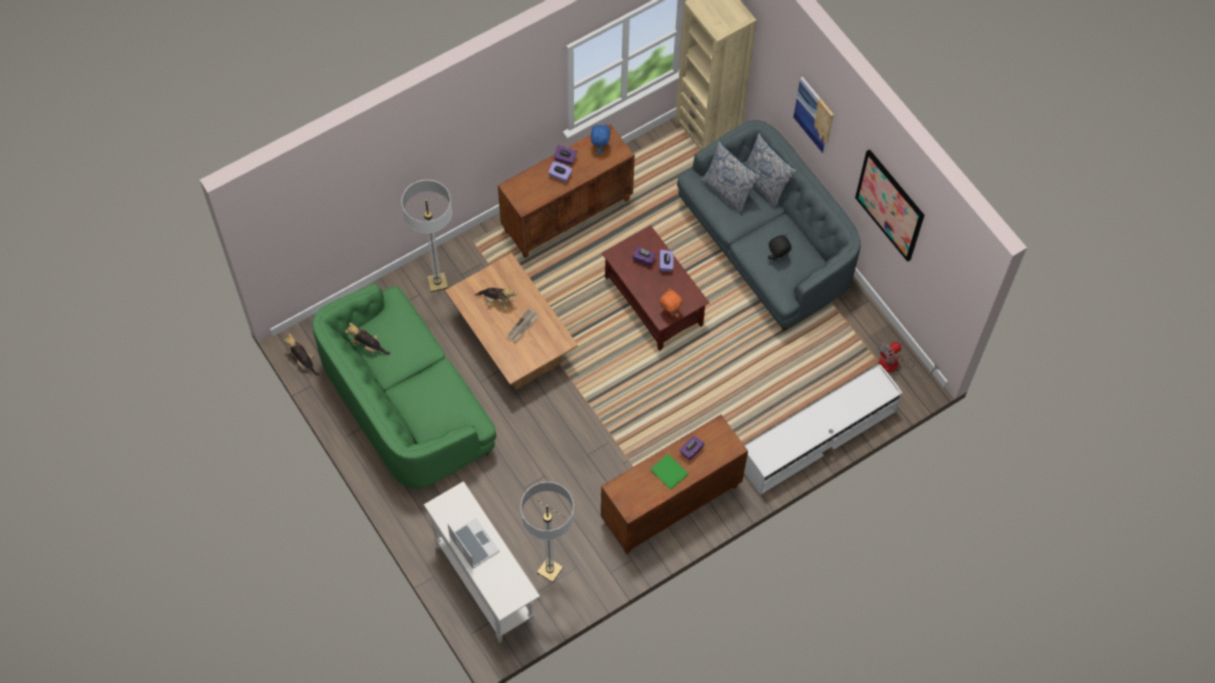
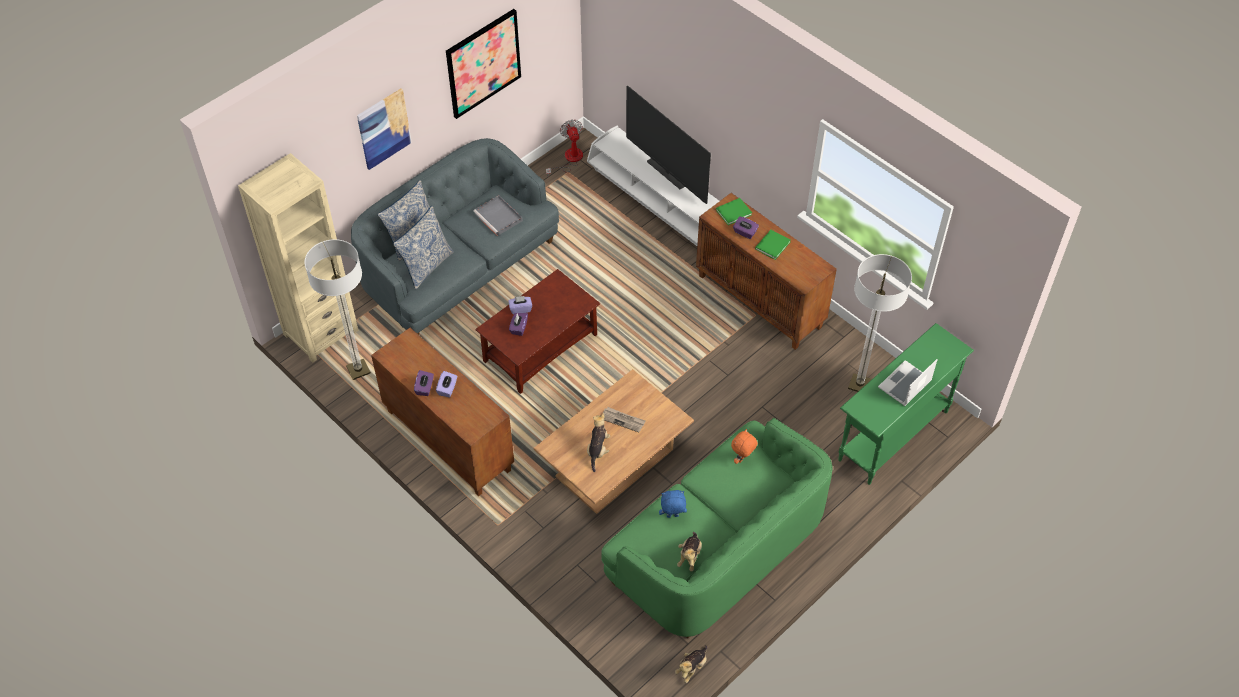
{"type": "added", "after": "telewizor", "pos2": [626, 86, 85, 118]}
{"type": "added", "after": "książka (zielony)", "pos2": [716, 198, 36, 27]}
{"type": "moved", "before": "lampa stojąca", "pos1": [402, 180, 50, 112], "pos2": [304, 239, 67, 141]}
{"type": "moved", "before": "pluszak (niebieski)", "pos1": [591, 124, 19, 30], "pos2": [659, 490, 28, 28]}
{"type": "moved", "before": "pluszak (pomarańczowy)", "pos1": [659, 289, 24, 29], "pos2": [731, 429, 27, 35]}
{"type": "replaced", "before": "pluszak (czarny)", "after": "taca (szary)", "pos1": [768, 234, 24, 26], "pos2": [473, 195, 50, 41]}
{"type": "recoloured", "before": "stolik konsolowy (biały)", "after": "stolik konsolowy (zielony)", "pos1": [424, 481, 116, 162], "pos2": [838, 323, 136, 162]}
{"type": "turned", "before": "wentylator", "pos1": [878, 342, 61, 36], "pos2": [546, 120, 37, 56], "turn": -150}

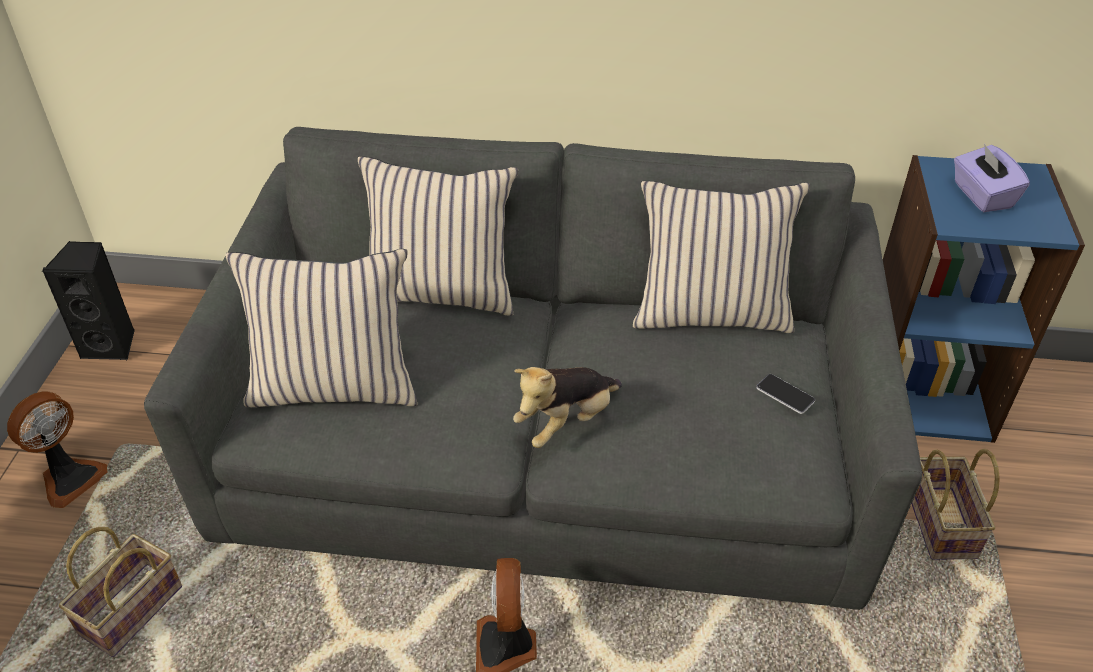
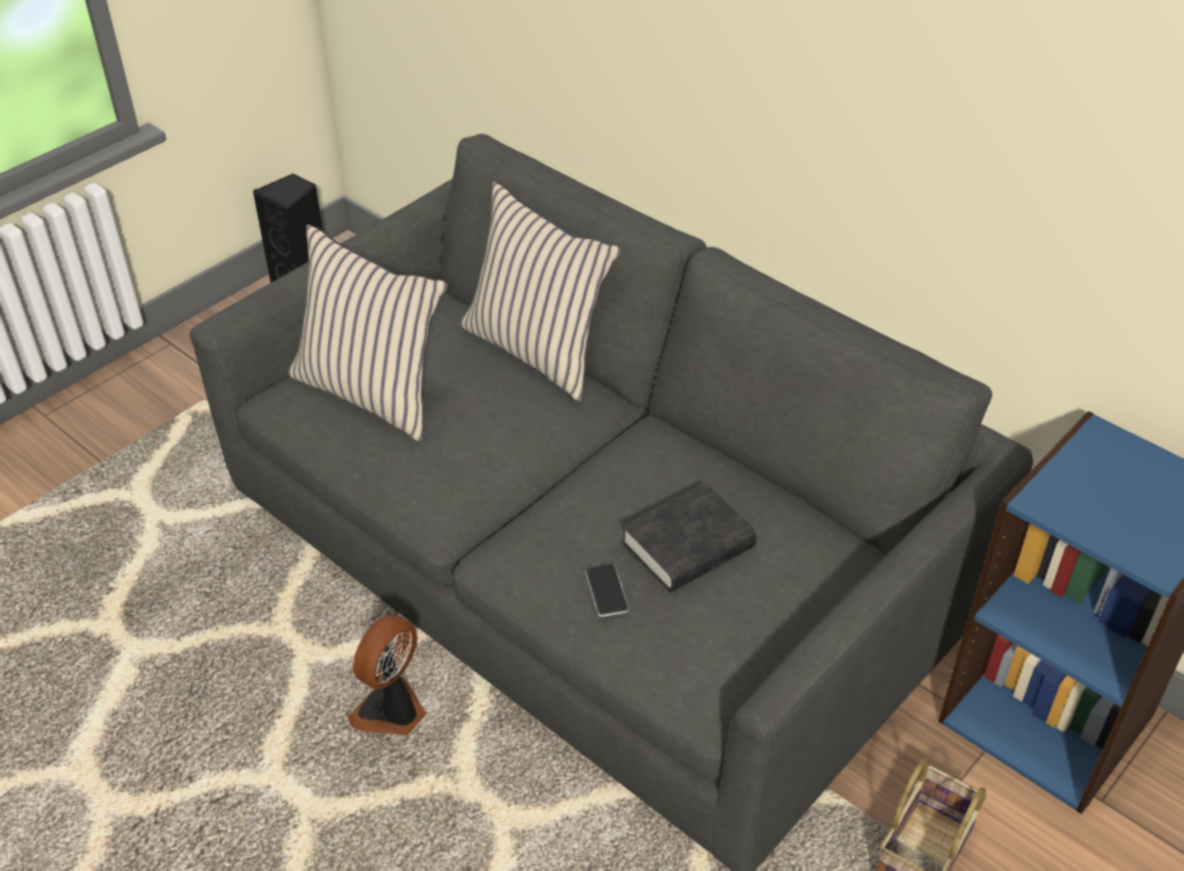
{"type": "removed", "before": "wentylator", "pos1": [7, 391, 101, 117]}
{"type": "removed", "before": "koszyk", "pos1": [59, 527, 123, 130]}
{"type": "removed", "before": "pluszak", "pos1": [513, 367, 109, 81]}
{"type": "removed", "before": "poduszka (beżowy)", "pos1": [633, 181, 177, 152]}
{"type": "removed", "before": "pudełko chusteczek (fioletowy)", "pos1": [954, 143, 76, 69]}
{"type": "added", "after": "książka (czarny)", "pos2": [622, 483, 135, 109]}
{"type": "moved", "before": "telefon", "pos1": [756, 374, 59, 40], "pos2": [585, 563, 44, 54]}

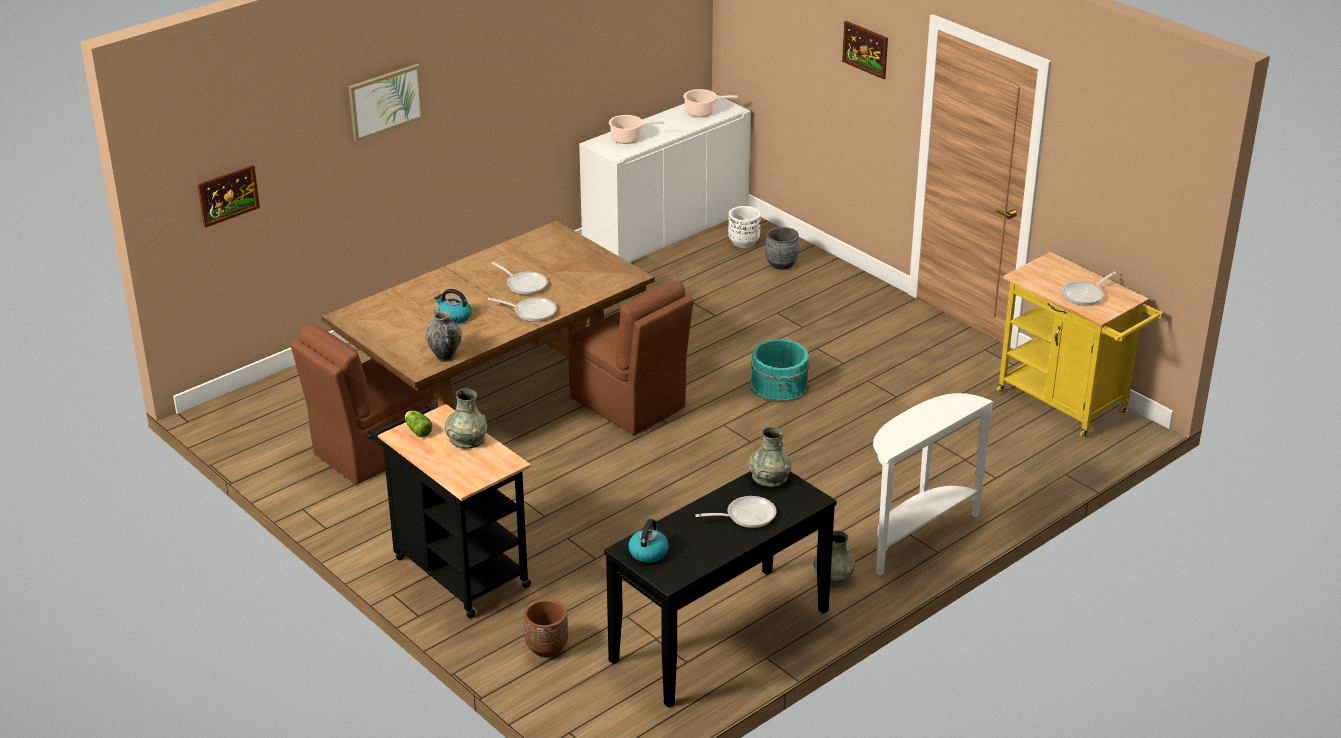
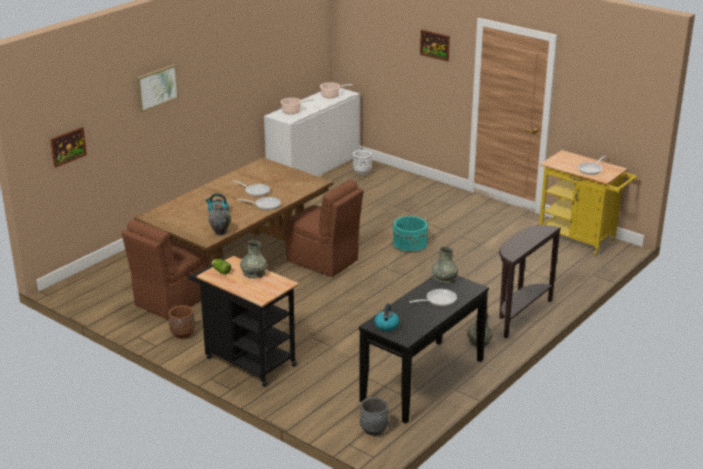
{"type": "moved", "before": "donica (brązowy)", "pos1": [524, 599, 44, 58], "pos2": [168, 305, 27, 34]}
{"type": "moved", "before": "donica (szary)", "pos1": [766, 227, 33, 43], "pos2": [360, 397, 29, 39]}
{"type": "recoloured", "before": "stolik konsolowy (biały)", "after": "stolik konsolowy (brązowy)", "pos1": [873, 393, 122, 183], "pos2": [499, 225, 62, 113]}

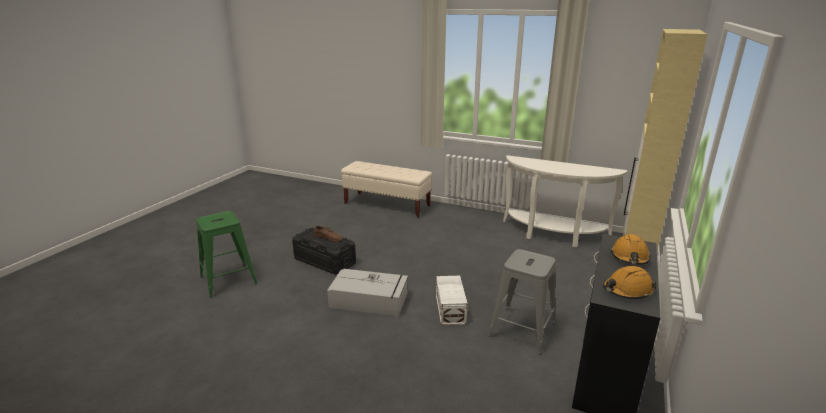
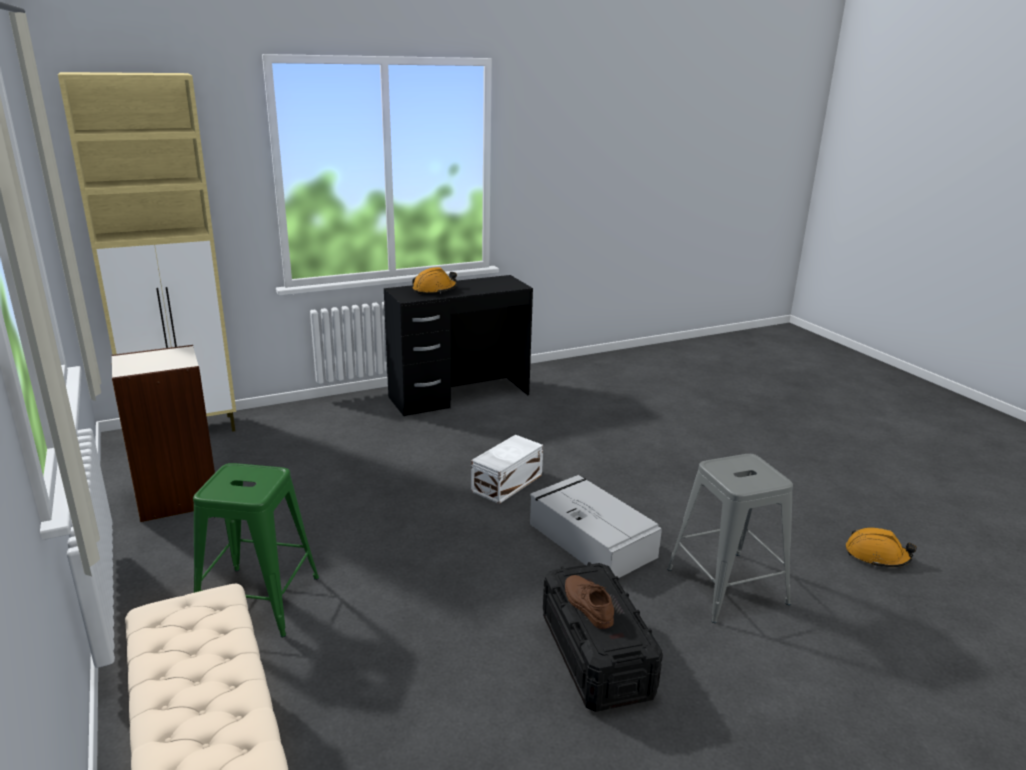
{"type": "moved", "before": "stołek (zielony)", "pos1": [196, 211, 62, 87], "pos2": [193, 463, 126, 174]}
{"type": "moved", "before": "stołek (szary)", "pos1": [488, 249, 68, 105], "pos2": [667, 454, 126, 169]}
{"type": "moved", "before": "kask (pomarańczowy)", "pos1": [603, 266, 53, 33], "pos2": [846, 527, 71, 40]}
{"type": "replaced", "before": "stolik konsolowy (biały)", "after": "regał", "pos1": [503, 155, 125, 93], "pos2": [111, 345, 104, 177]}

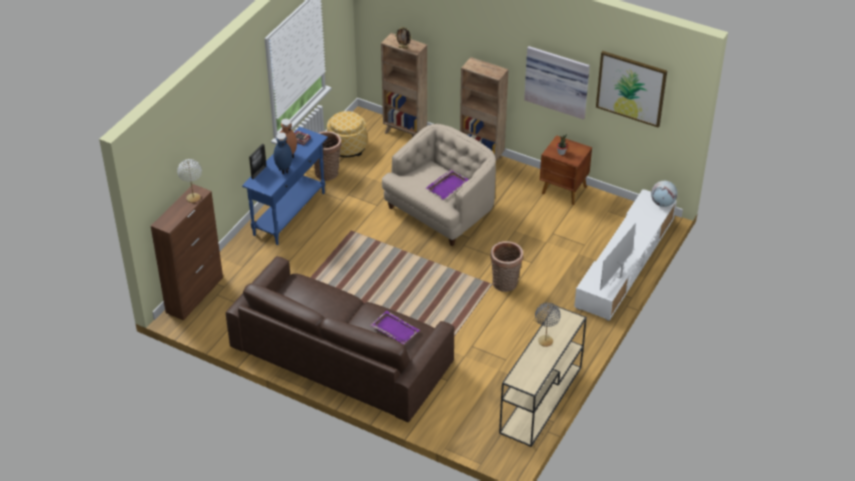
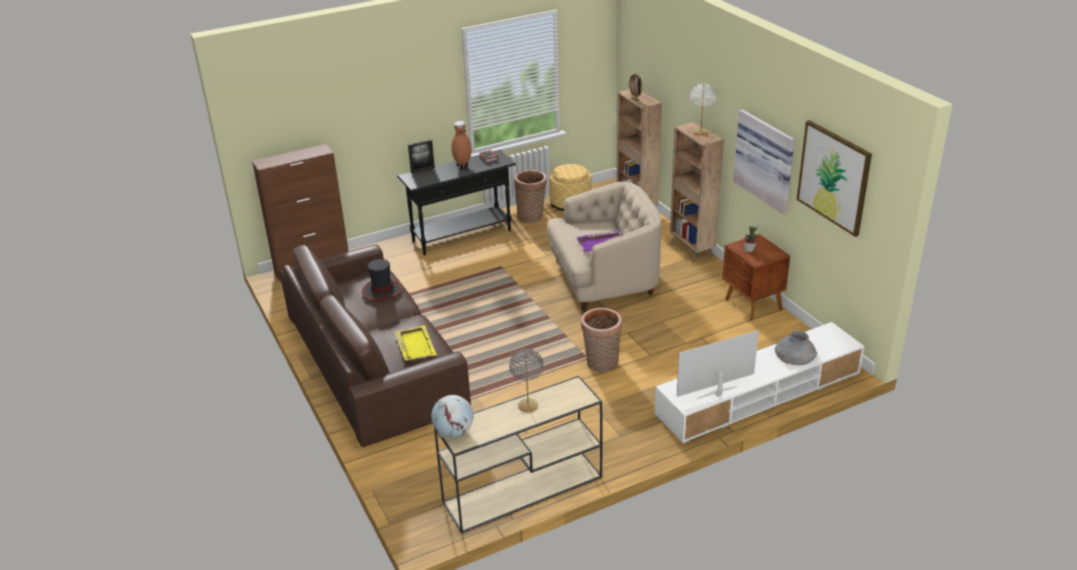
{"type": "removed", "before": "wazon (niebieski)", "pos1": [274, 132, 18, 42]}
{"type": "added", "after": "kapelusz", "pos2": [362, 259, 41, 42]}
{"type": "added", "after": "wazon (szary)", "pos2": [775, 330, 42, 35]}
{"type": "moved", "before": "lampa stołowa (biały)", "pos1": [177, 159, 25, 44], "pos2": [690, 84, 26, 52]}
{"type": "moved", "before": "globus", "pos1": [651, 181, 27, 26], "pos2": [431, 395, 43, 42]}
{"type": "recoloured", "before": "stolik konsolowy (niebieski)", "after": "stolik konsolowy (czarny)", "pos1": [242, 127, 86, 118], "pos2": [397, 150, 119, 105]}
{"type": "recoloured", "before": "taca (fioletowy)", "after": "taca (żółty)", "pos1": [370, 311, 50, 33], "pos2": [394, 325, 43, 35]}

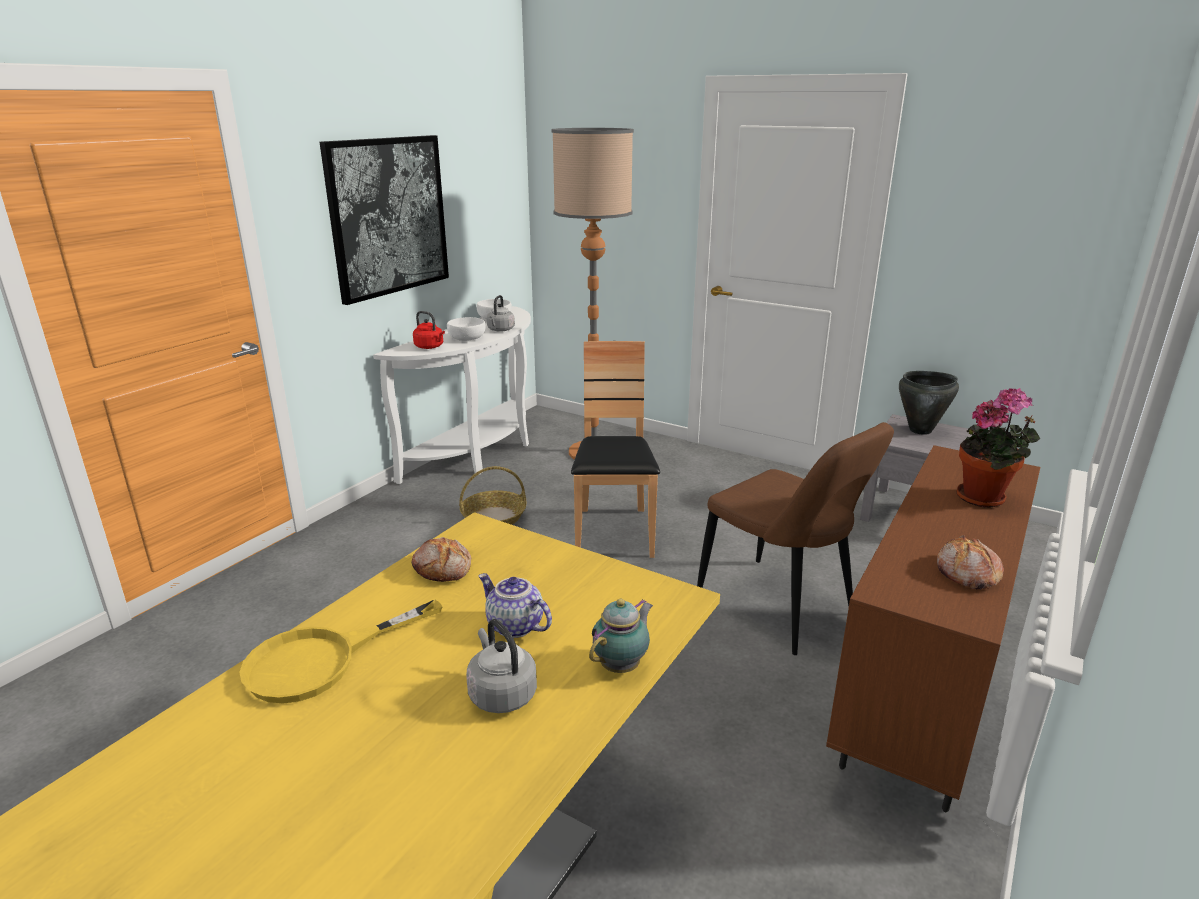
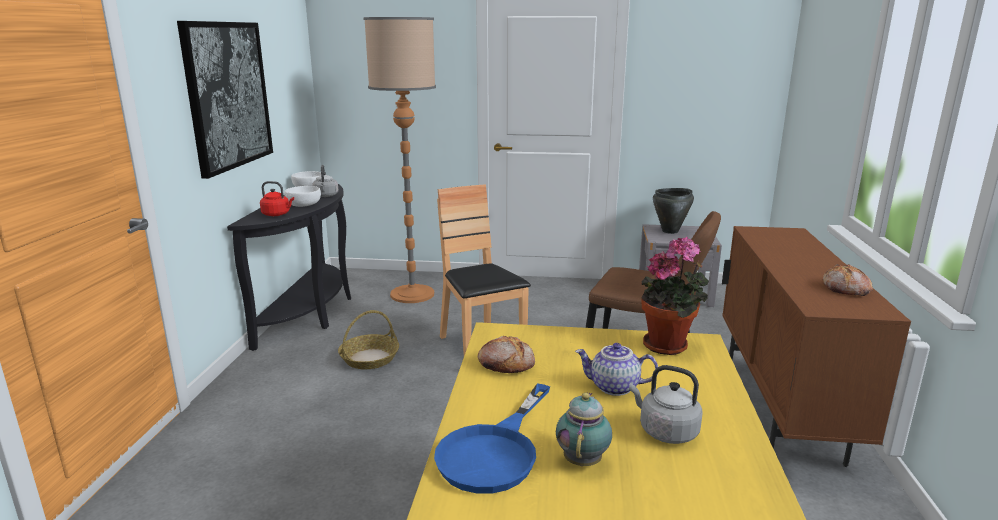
{"type": "moved", "before": "imbryk", "pos1": [589, 599, 64, 74], "pos2": [556, 392, 56, 74]}
{"type": "moved", "before": "roślina doniczkowa", "pos1": [956, 388, 84, 120], "pos2": [641, 237, 68, 118]}
{"type": "recoloured", "before": "patelnia (żółty)", "after": "patelnia (niebieski)", "pos1": [239, 600, 203, 104], "pos2": [434, 383, 116, 111]}
{"type": "recoloured", "before": "stolik konsolowy (biały)", "after": "stolik konsolowy (czarny)", "pos1": [373, 306, 158, 178], "pos2": [227, 184, 124, 167]}

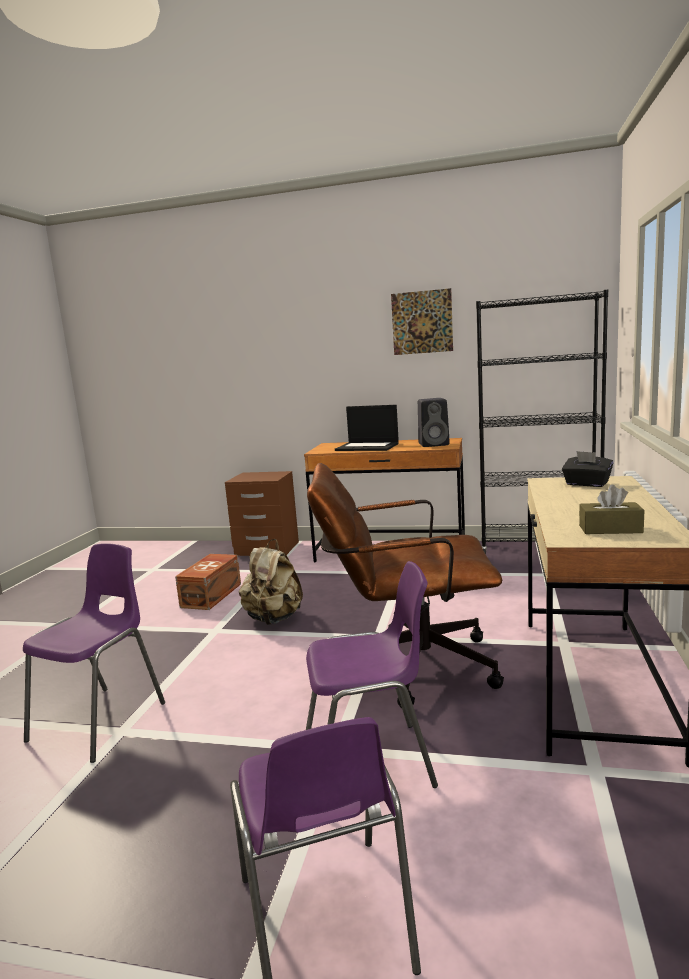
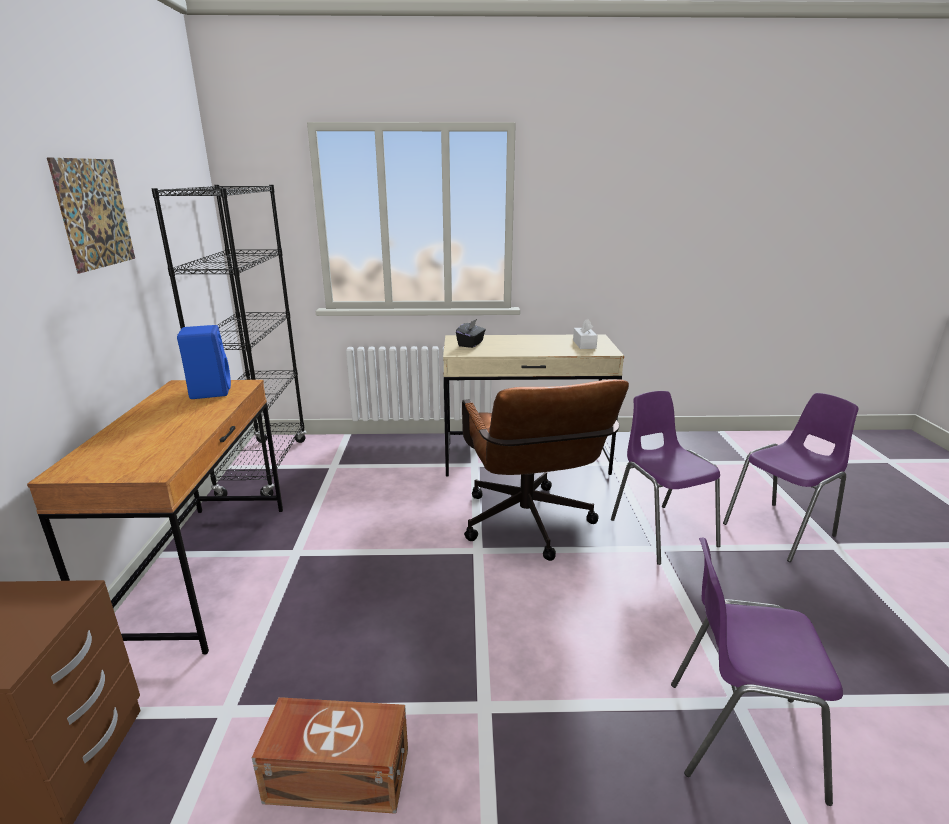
{"type": "removed", "before": "plecak (beżowy)", "pos1": [239, 539, 64, 86]}
{"type": "removed", "before": "laptop", "pos1": [335, 405, 64, 46]}
{"type": "recoloured", "before": "głośnik (czarny)", "after": "głośnik (niebieski)", "pos1": [418, 398, 32, 49], "pos2": [177, 325, 54, 74]}
{"type": "recoloured", "before": "pudełko chusteczek (brązowy)", "after": "pudełko chusteczek (biały)", "pos1": [579, 484, 65, 50], "pos2": [573, 319, 25, 30]}

